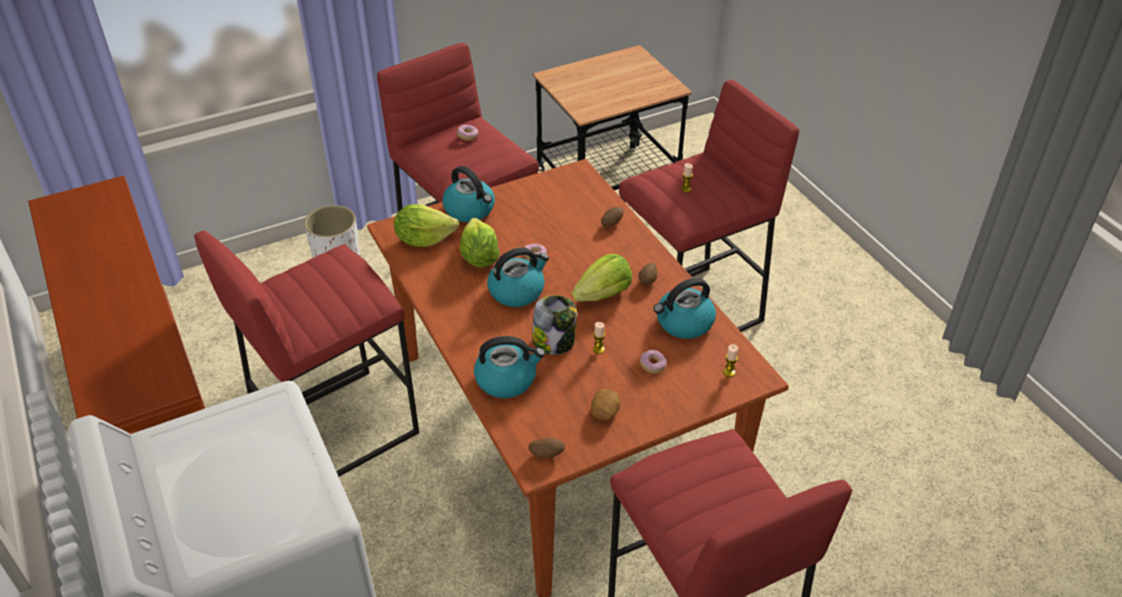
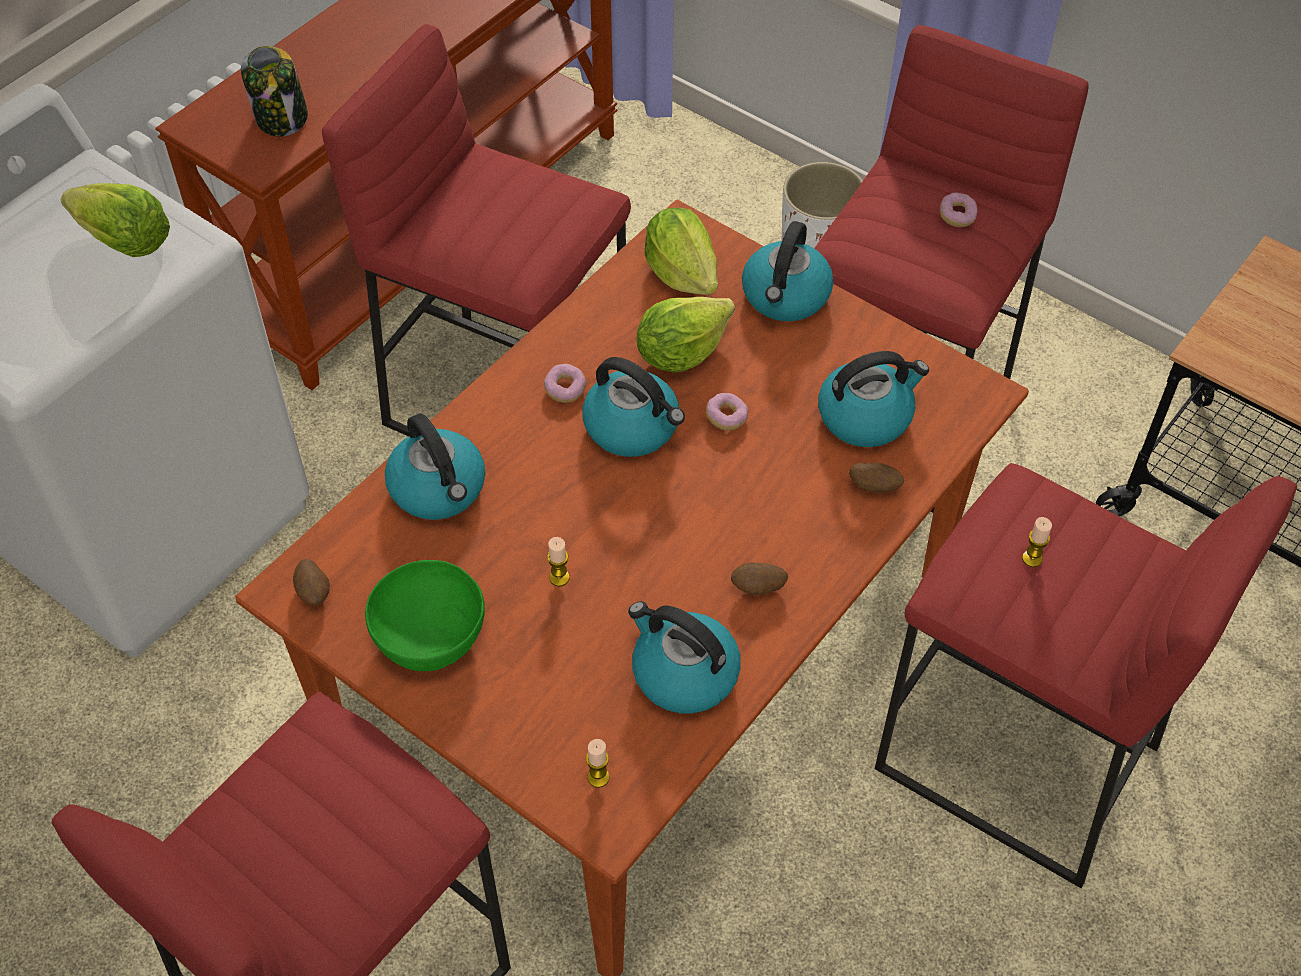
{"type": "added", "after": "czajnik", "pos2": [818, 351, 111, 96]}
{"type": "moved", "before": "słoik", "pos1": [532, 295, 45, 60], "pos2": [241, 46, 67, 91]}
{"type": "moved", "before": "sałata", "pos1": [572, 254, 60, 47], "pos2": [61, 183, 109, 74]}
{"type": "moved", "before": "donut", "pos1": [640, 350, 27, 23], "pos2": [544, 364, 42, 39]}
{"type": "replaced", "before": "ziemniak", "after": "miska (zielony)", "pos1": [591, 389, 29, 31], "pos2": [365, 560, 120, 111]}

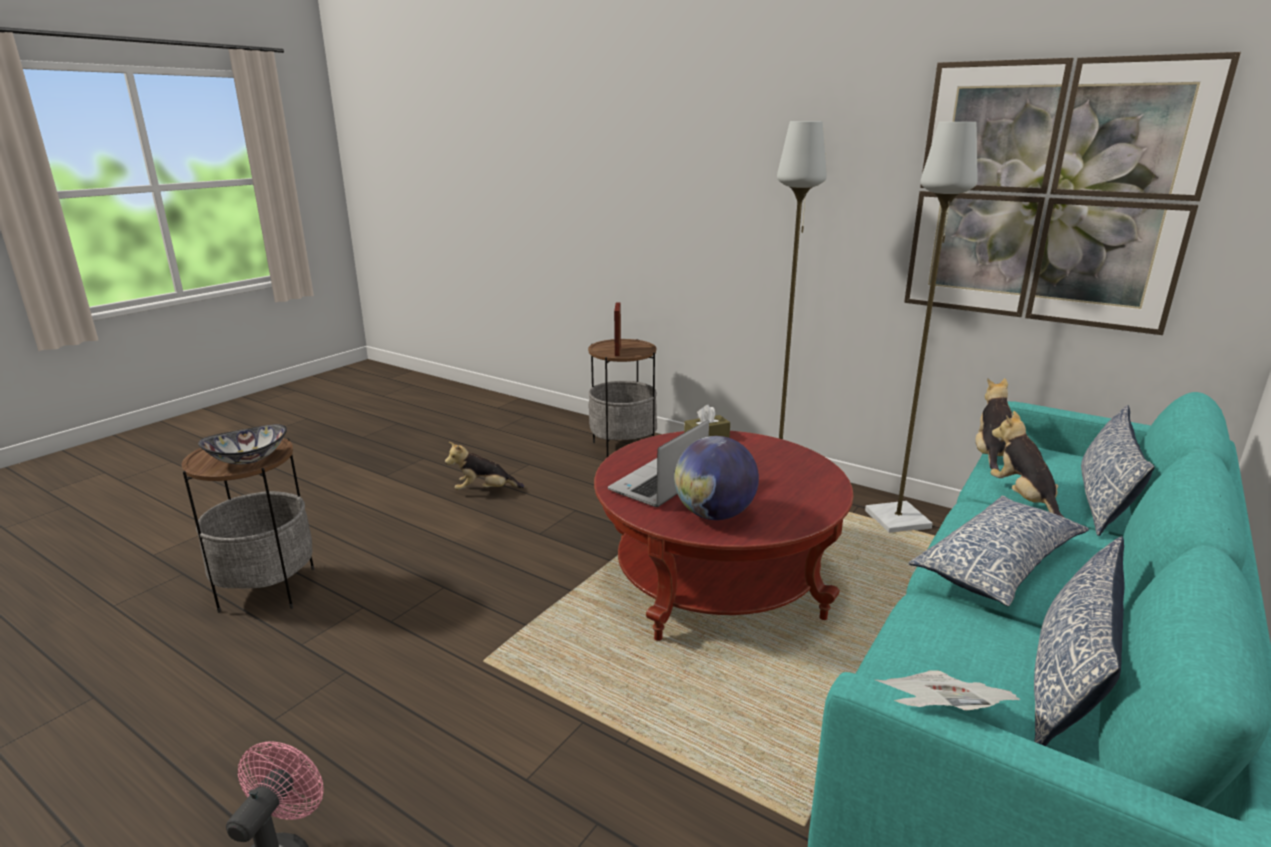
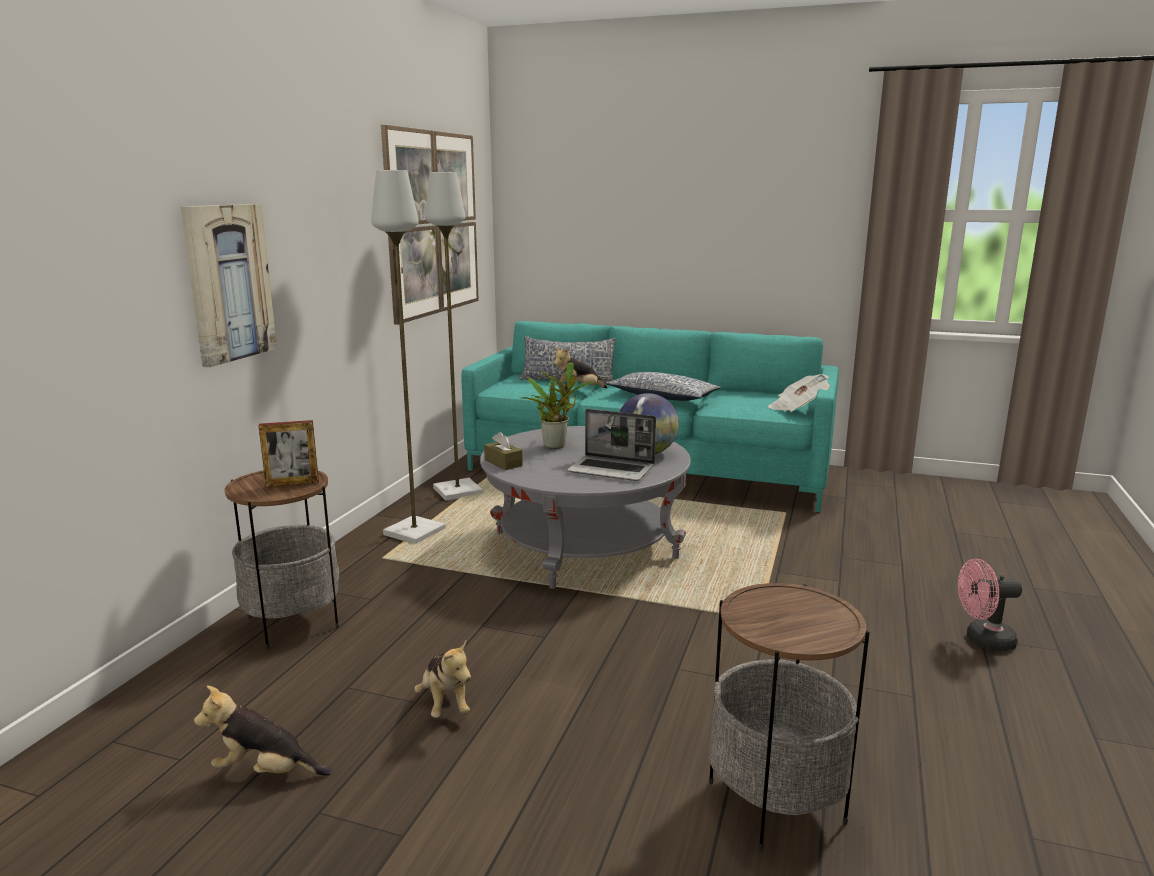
{"type": "removed", "before": "miska", "pos1": [198, 424, 89, 40]}
{"type": "removed", "before": "poduszka", "pos1": [1034, 536, 90, 210]}
{"type": "added", "after": "obraz", "pos2": [180, 204, 97, 163]}
{"type": "added", "after": "roślina doniczkowa", "pos2": [519, 362, 76, 87]}
{"type": "moved", "before": "pluszak", "pos1": [976, 378, 37, 93], "pos2": [194, 686, 138, 90]}
{"type": "recoloured", "before": "ława (czerwony)", "after": "ława (szary)", "pos1": [594, 431, 260, 210], "pos2": [480, 426, 211, 163]}

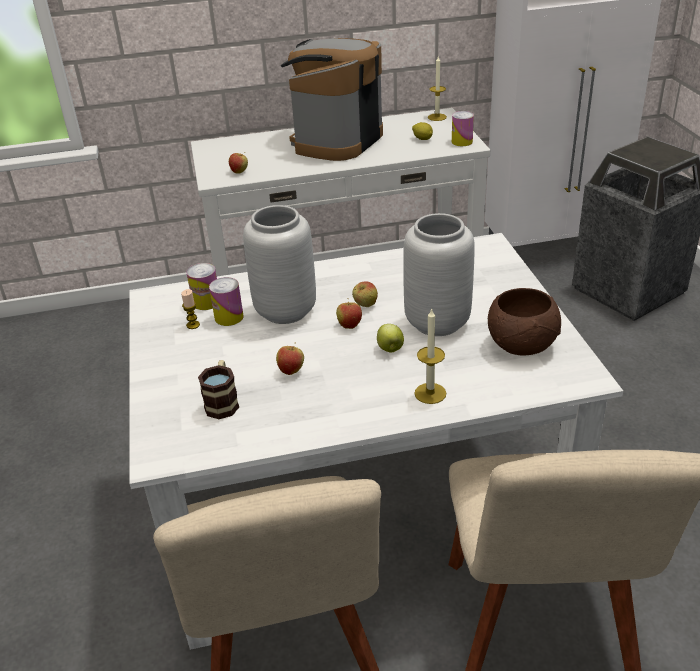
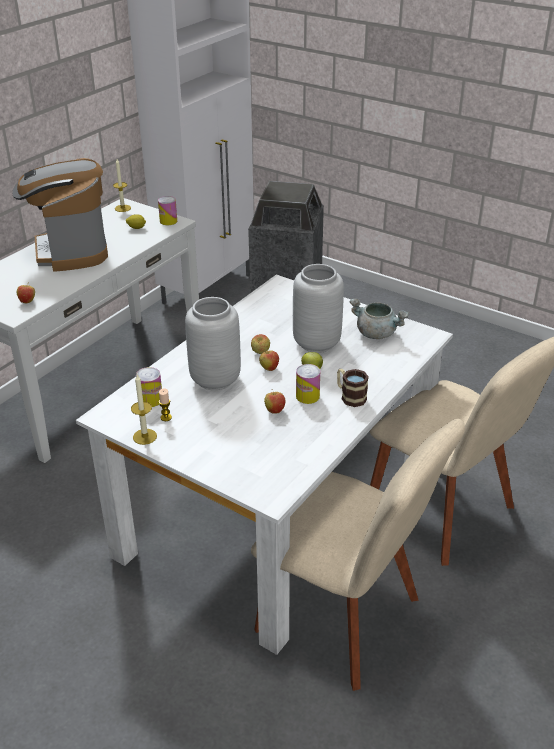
{"type": "moved", "before": "kubek", "pos1": [198, 360, 41, 59], "pos2": [337, 369, 32, 38]}
{"type": "moved", "before": "puszka", "pos1": [209, 277, 35, 49], "pos2": [296, 364, 24, 40]}
{"type": "moved", "before": "świeca", "pos1": [414, 308, 32, 96], "pos2": [131, 375, 26, 70]}
{"type": "replaced", "before": "miska (brązowy)", "after": "garnek (szary)", "pos1": [488, 288, 73, 68], "pos2": [350, 299, 59, 40]}

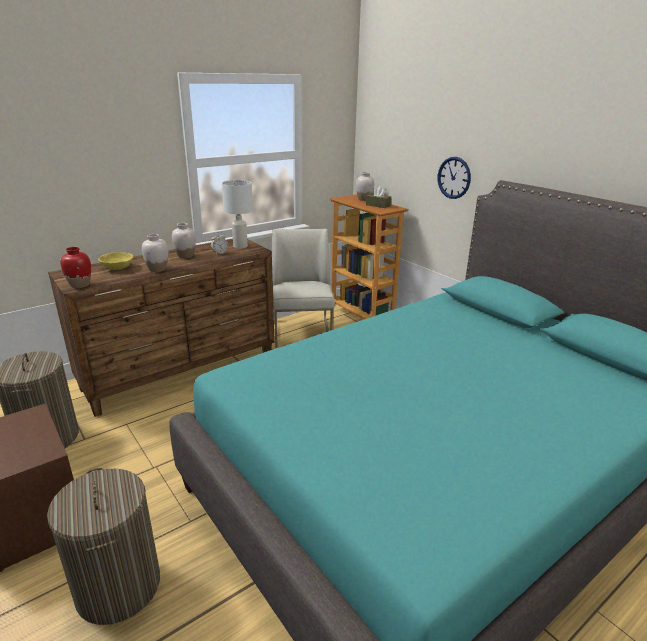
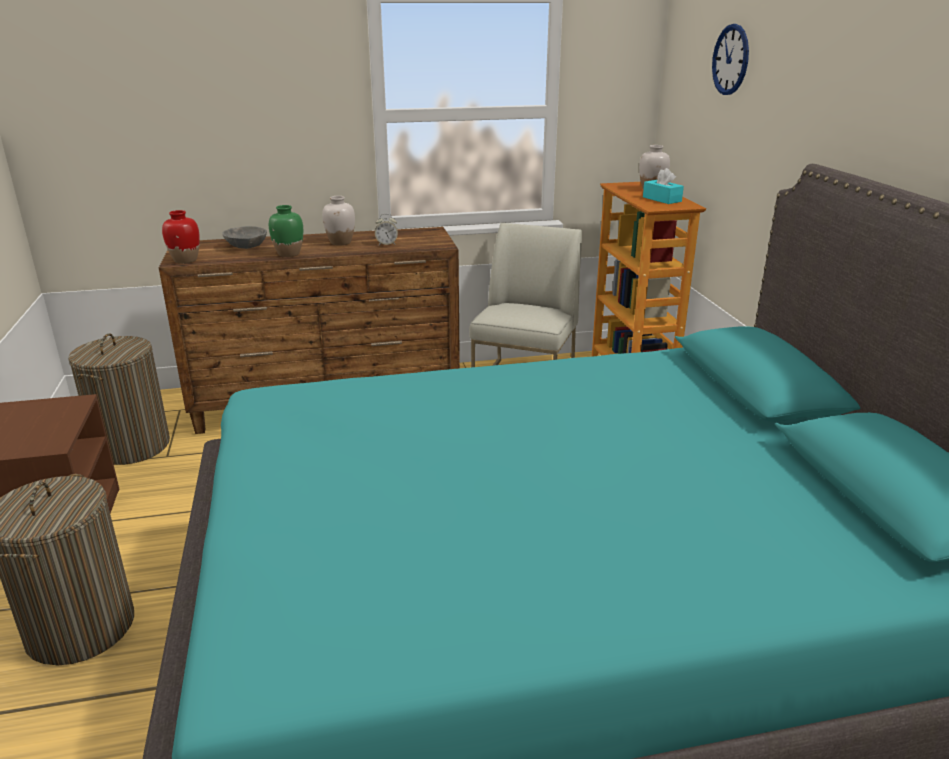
{"type": "removed", "before": "lampa stołowa (biały)", "pos1": [222, 180, 31, 69]}
{"type": "moved", "before": "zegar ścienny", "pos1": [438, 157, 33, 42], "pos2": [712, 24, 37, 71]}
{"type": "recoloured", "before": "miska (żółty)", "after": "miska (szary)", "pos1": [98, 252, 35, 18], "pos2": [222, 226, 45, 23]}
{"type": "recoloured", "before": "wazon (biały)", "after": "wazon (zielony)", "pos1": [142, 234, 26, 38], "pos2": [269, 205, 34, 52]}
{"type": "recoloured", "before": "pudełko chusteczek (brązowy)", "after": "pudełko chusteczek (turkusowy)", "pos1": [366, 186, 25, 22], "pos2": [643, 168, 41, 36]}

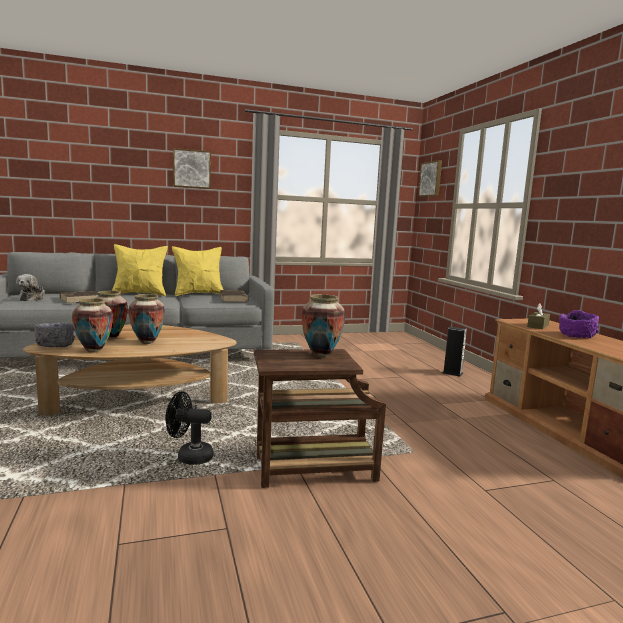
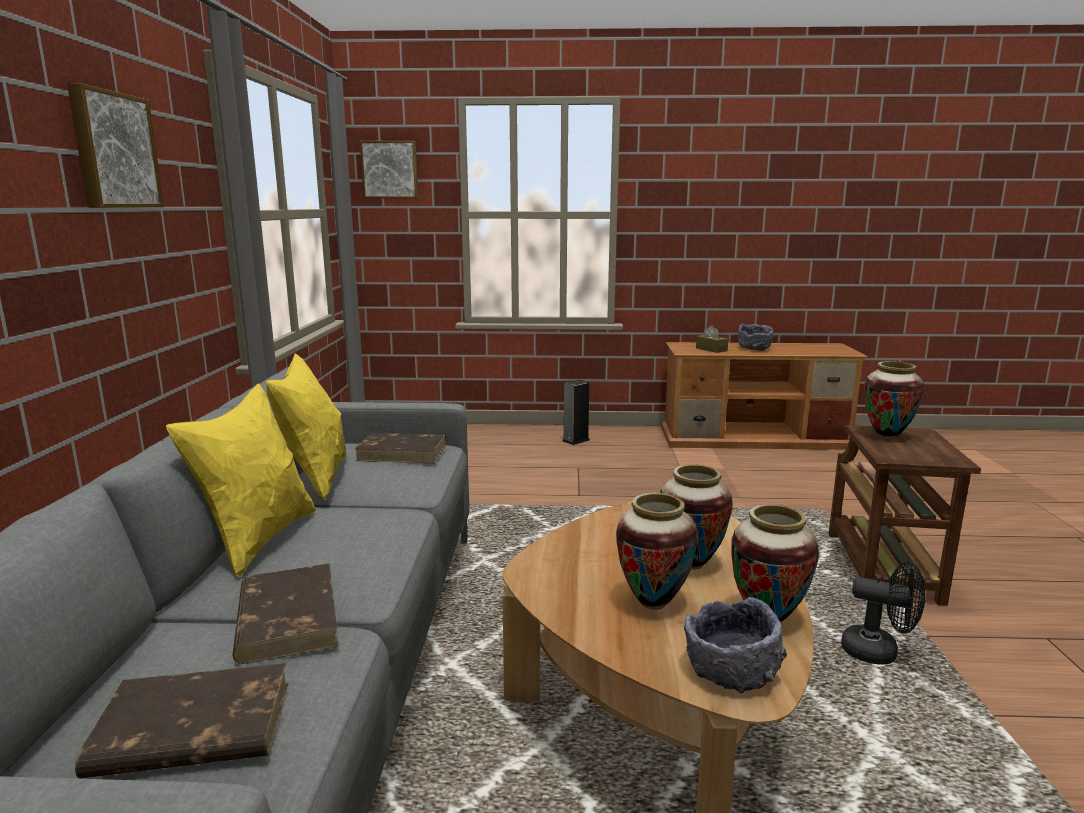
{"type": "replaced", "before": "pluszak", "after": "książka (brązowy)", "pos1": [16, 274, 29, 27], "pos2": [75, 663, 214, 116]}
{"type": "recoloured", "before": "miska (fioletowy)", "after": "miska (szary)", "pos1": [559, 310, 40, 28], "pos2": [738, 324, 35, 27]}
{"type": "turned", "before": "wentylator (czarny)", "pos1": [165, 391, 48, 74], "pos2": [841, 562, 84, 102], "turn": -90}

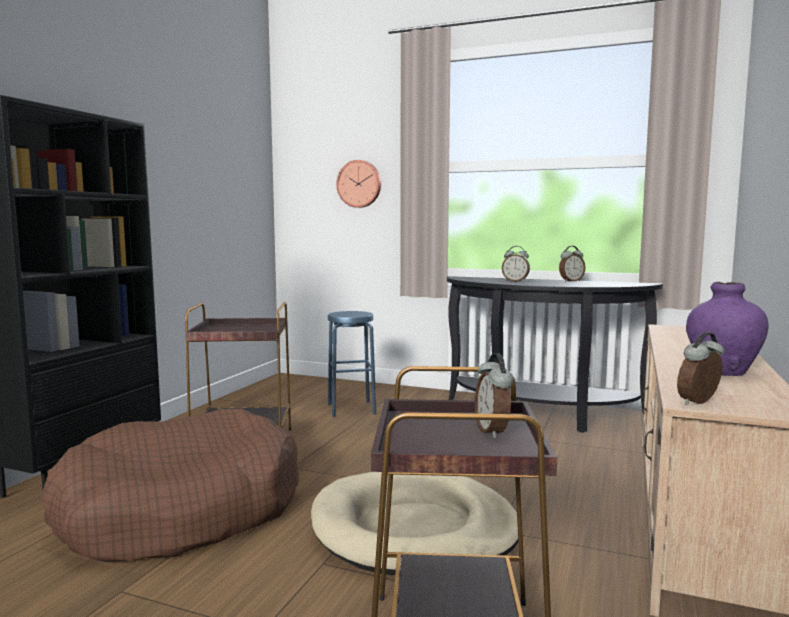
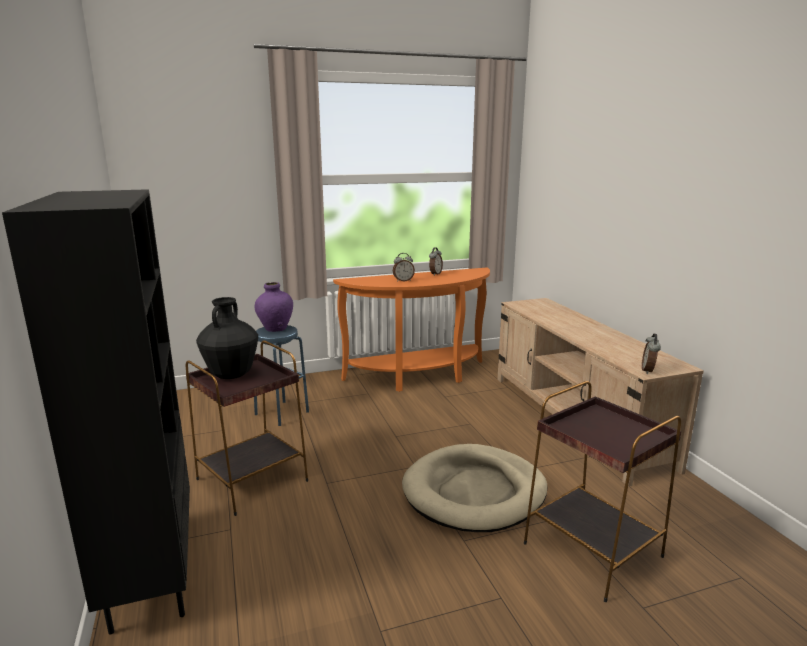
{"type": "removed", "before": "legowisko (brązowy)", "pos1": [42, 409, 258, 153]}
{"type": "removed", "before": "zegar ścienny", "pos1": [336, 160, 45, 48]}
{"type": "removed", "before": "budzik", "pos1": [475, 353, 39, 85]}
{"type": "added", "after": "wazon (czarny)", "pos2": [196, 297, 62, 82]}
{"type": "moved", "before": "wazon (fioletowy)", "pos1": [686, 282, 83, 94], "pos2": [255, 282, 38, 50]}
{"type": "recoloured", "before": "stolik konsolowy (czarny)", "after": "stolik konsolowy (pomarańczowy)", "pos1": [447, 276, 216, 157], "pos2": [333, 268, 157, 124]}

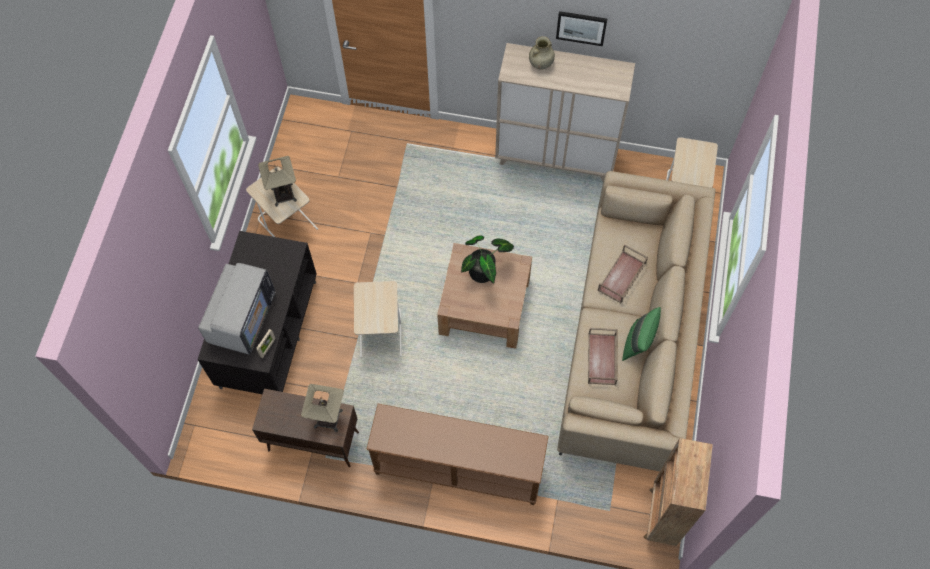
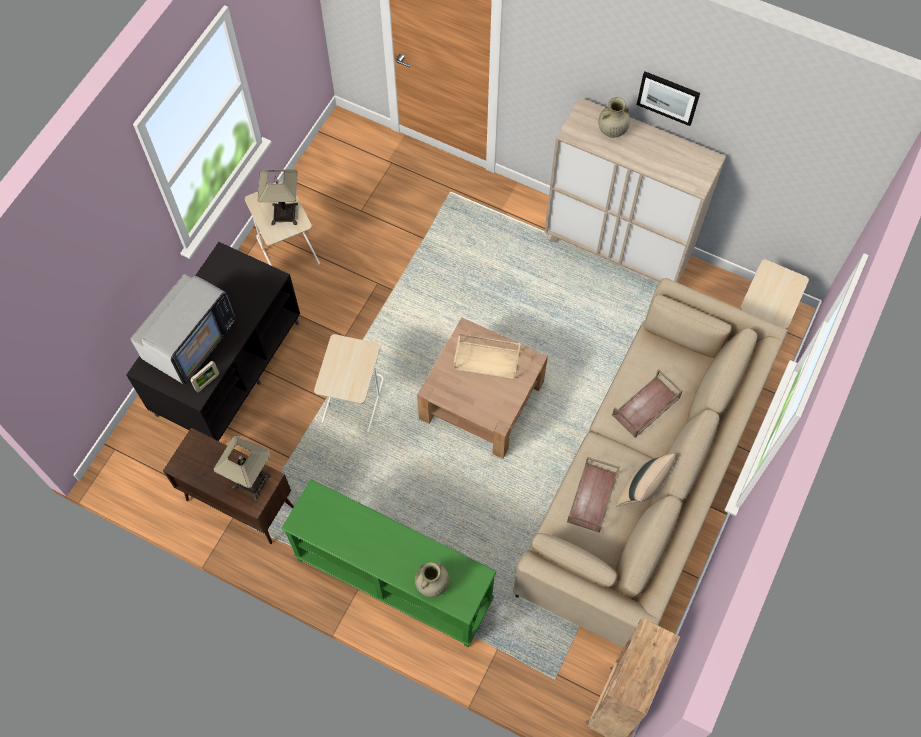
{"type": "added", "after": "wazon (beżowy)", "pos2": [415, 562, 34, 35]}
{"type": "replaced", "before": "roślina doniczkowa", "after": "taca (beżowy)", "pos1": [461, 235, 53, 49], "pos2": [453, 334, 68, 46]}
{"type": "recoloured", "before": "stolik konsolowy (brązowy)", "after": "stolik konsolowy (zielony)", "pos1": [367, 404, 182, 101], "pos2": [281, 479, 216, 168]}
{"type": "recoloured", "before": "poduszka (zielony)", "after": "poduszka (beżowy)", "pos1": [622, 307, 39, 54], "pos2": [616, 454, 60, 52]}

